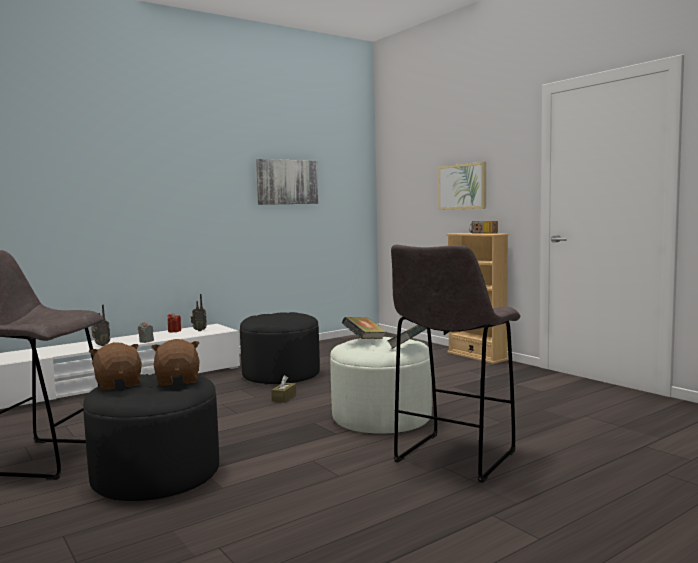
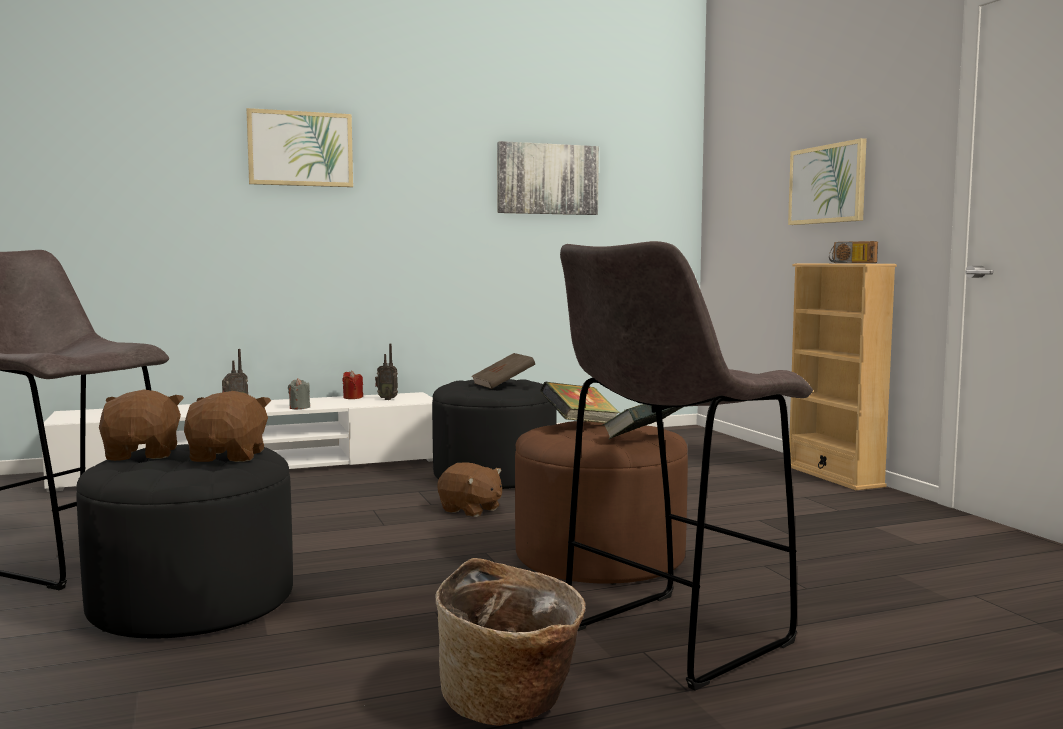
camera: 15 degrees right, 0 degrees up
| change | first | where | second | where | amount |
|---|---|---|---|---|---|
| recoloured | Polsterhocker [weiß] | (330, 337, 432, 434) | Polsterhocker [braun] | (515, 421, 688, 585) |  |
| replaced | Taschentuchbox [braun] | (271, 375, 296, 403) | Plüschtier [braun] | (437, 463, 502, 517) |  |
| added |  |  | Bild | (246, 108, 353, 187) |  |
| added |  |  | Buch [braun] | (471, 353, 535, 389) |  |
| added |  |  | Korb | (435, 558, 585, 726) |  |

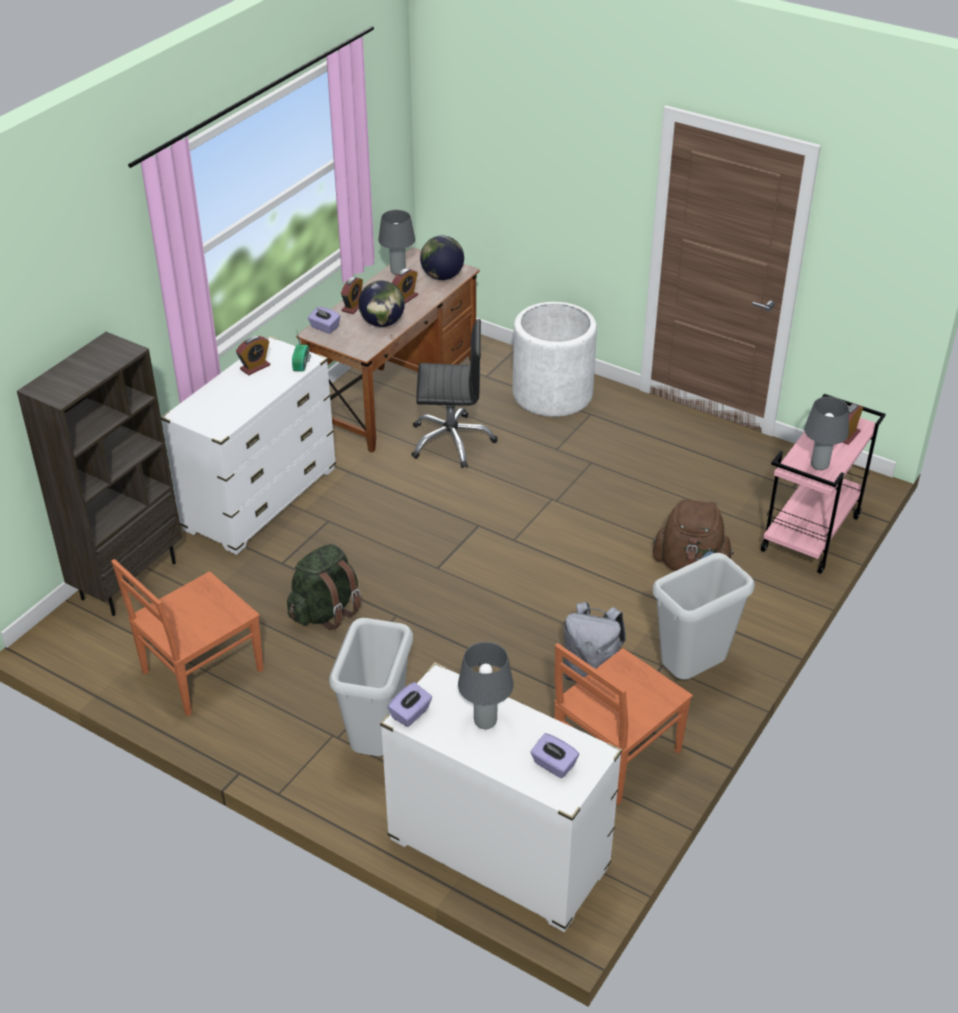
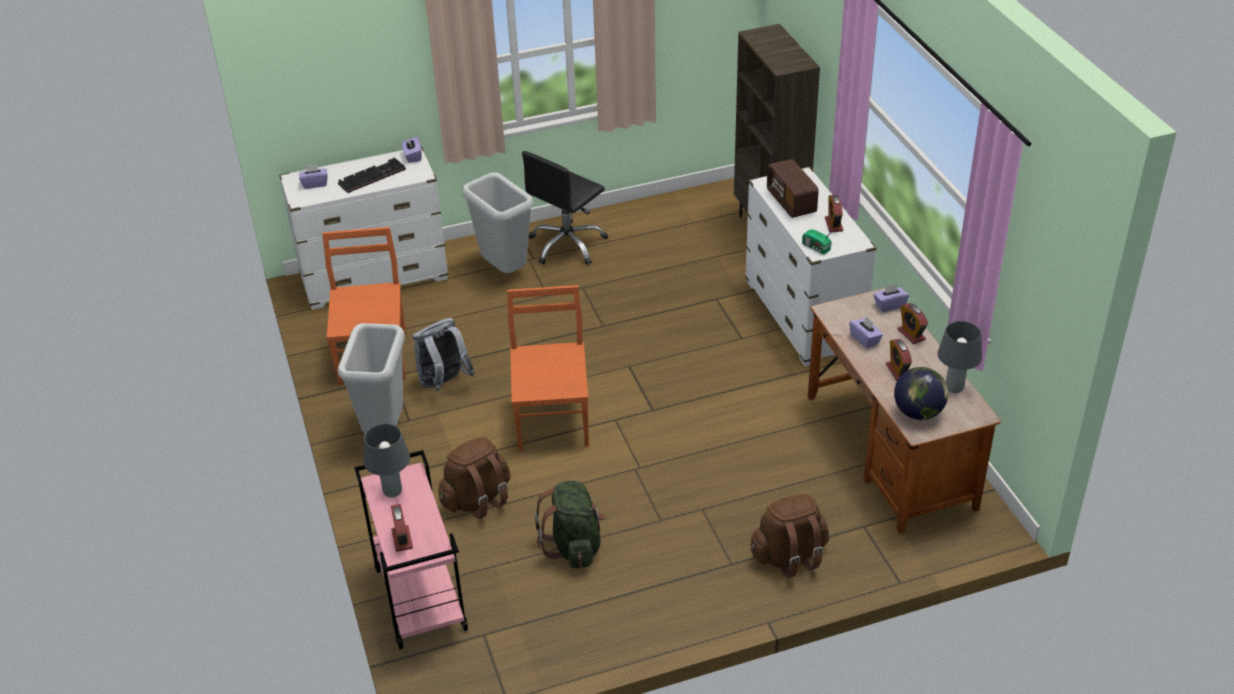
camera: 130 degrees right, 0 degrees up
| change | first | where | second | where | amount |
|---|---|---|---|---|---|
| replaced | Globus | (358, 280, 405, 327) | Taschentuchbox [lila] | (849, 316, 883, 348) |  |
| replaced | Pflanzkübel [weiß] | (513, 302, 597, 417) | Rucksack [braun] | (750, 494, 829, 578) |  |
| moved | Bürostuhl [schwarz] | (411, 319, 498, 468) |  | (522, 151, 608, 265) |  |
| moved | Rucksack [grün] | (287, 544, 361, 630) |  | (535, 481, 606, 568) |  |
| moved | Stuhl [orange] | (111, 559, 264, 716) |  | (507, 285, 589, 451) |  |
| replaced | Tischlampe [grau] | (458, 642, 514, 729) | Tastatur | (338, 157, 406, 193) |  |
| added |  |  | Radio | (767, 159, 819, 218) |  |

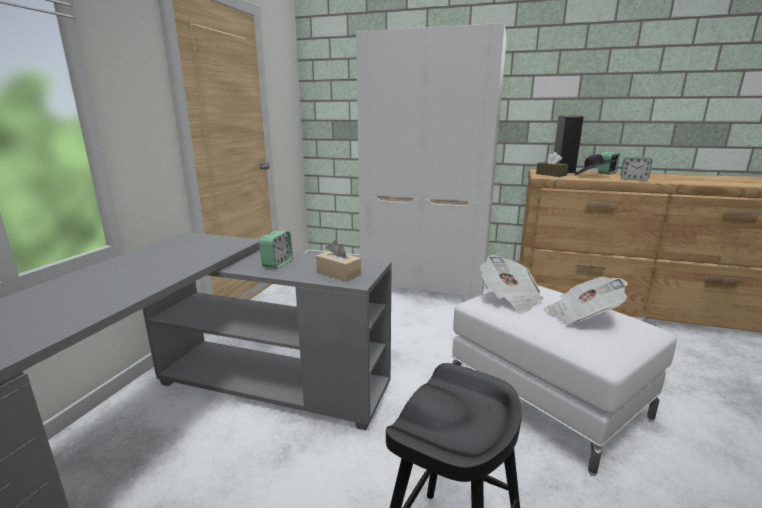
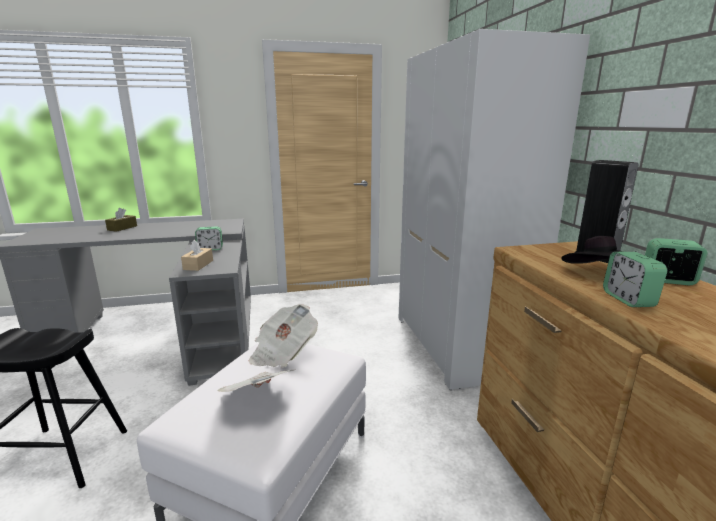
camera: 60 degrees right, 0 degrees up
| change | first | where | second | where | amount |
|---|---|---|---|---|---|
| moved | Taschentuchbox [braun] | (536, 152, 568, 177) |  | (105, 208, 137, 232) |  |

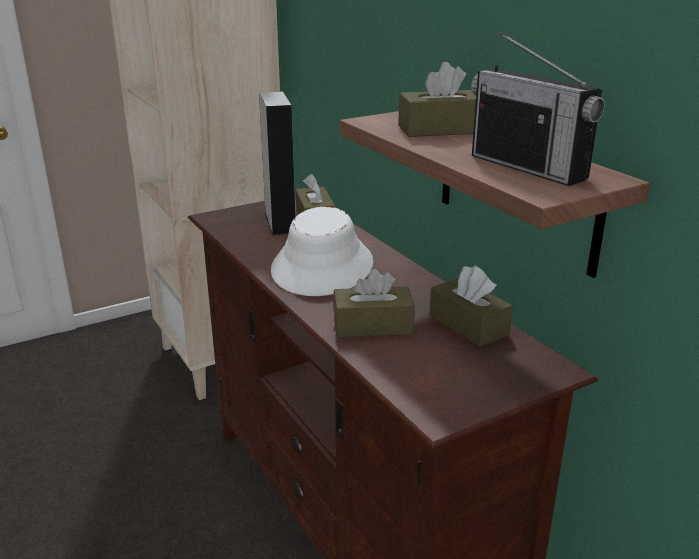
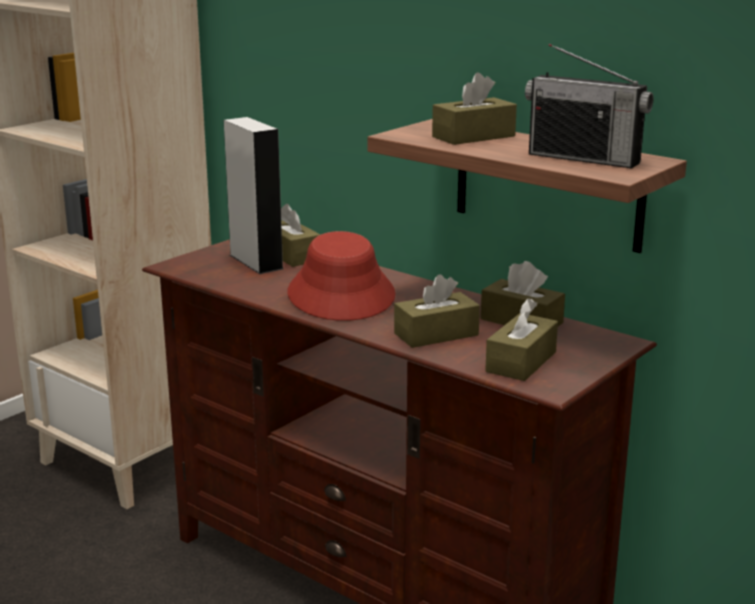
camera: 20 degrees left, 5 degrees down
| change | first | where | second | where | amount |
|---|---|---|---|---|---|
| recoloured | Hut [weiß] | (271, 207, 373, 296) | Hut [rot] | (288, 231, 396, 321) |  |
| added |  |  | Taschentuchbox [braun] | (485, 298, 558, 381) |  |

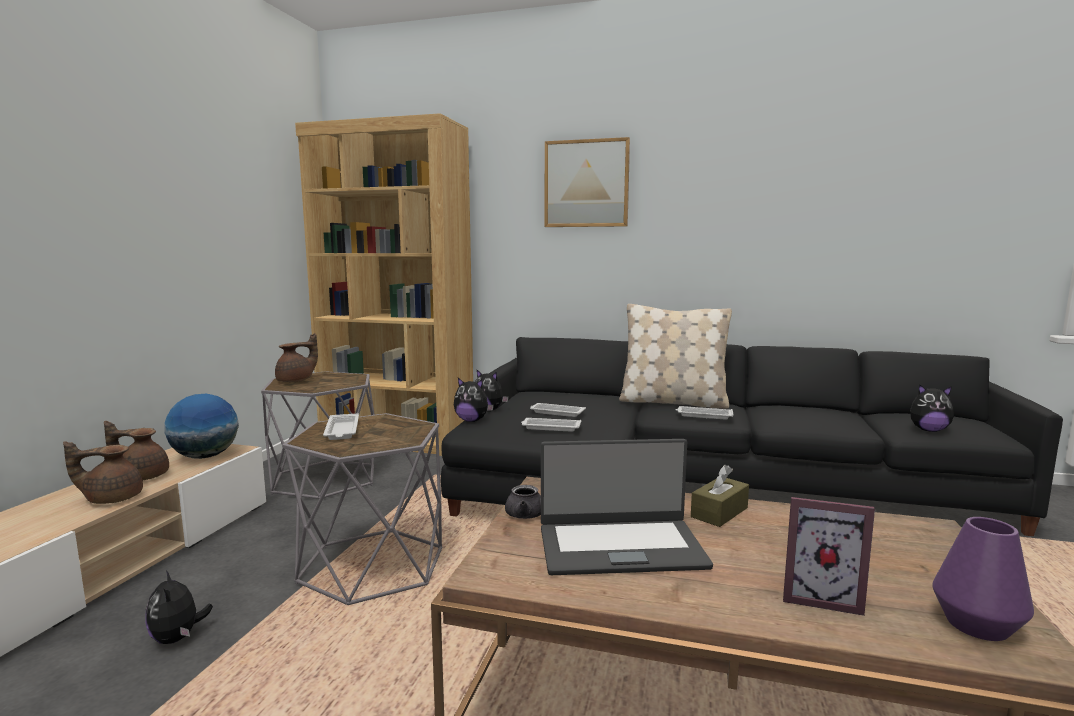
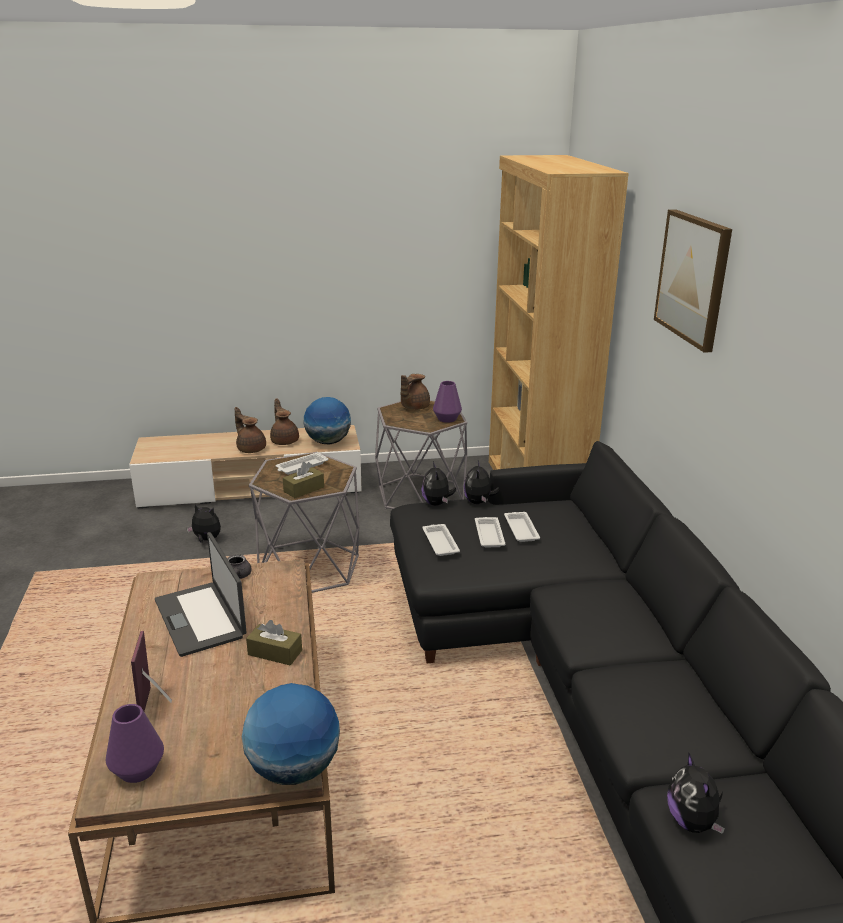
camera: 65 degrees right, 15 degrees up
| change | first | where | second | where | amount |
|---|---|---|---|---|---|
| removed | Kissen [beige] | (619, 304, 732, 409) |  |  |  |
| turned | Teekanne [braun] | (275, 333, 318, 382) |  | (401, 374, 430, 410) | 105 degrees clockwise |
| moved | Tablett [weiß] | (676, 406, 734, 419) |  | (504, 512, 540, 542) |  |
| turned | Plüschtier | (145, 570, 213, 644) |  | (187, 504, 221, 542) | 75 degrees clockwise |
| added |  |  | Vase [lila] | (433, 381, 462, 423) |  |
| added |  |  | Taschentuchbox [braun] | (283, 462, 324, 498) |  |
| added |  |  | Globus | (242, 683, 340, 785) |  |

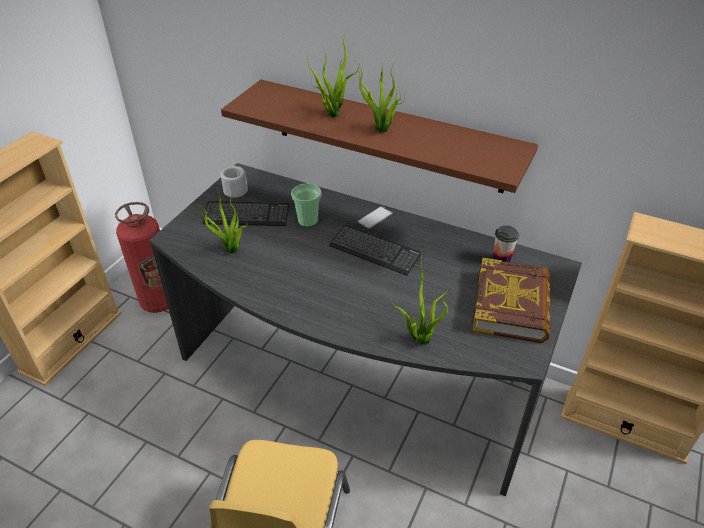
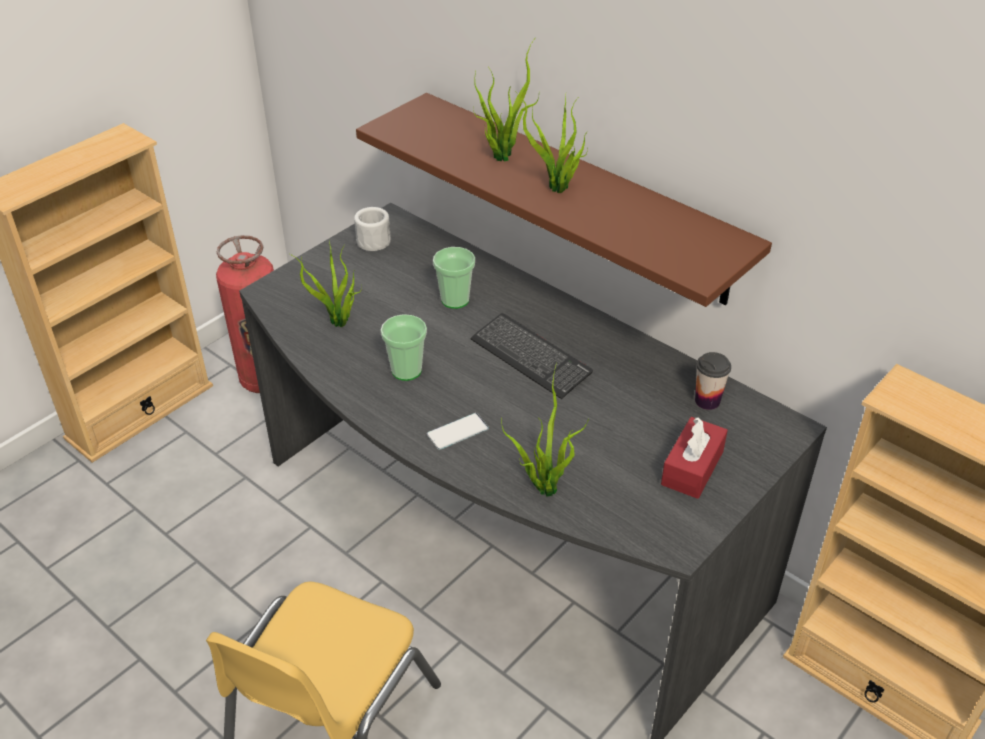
camera: 15 degrees right, 0 degrees up
| change | first | where | second | where | amount |
|---|---|---|---|---|---|
| removed | Tastatur | (202, 201, 289, 226) |  |  |  |
| moved | Handy | (358, 206, 393, 229) |  | (427, 413, 489, 450) |  |
| replaced | Buch | (472, 258, 551, 343) | Taschentuchbox [rot] | (661, 417, 728, 499) |  |
| added |  |  | Tasse | (381, 314, 427, 381) |  |

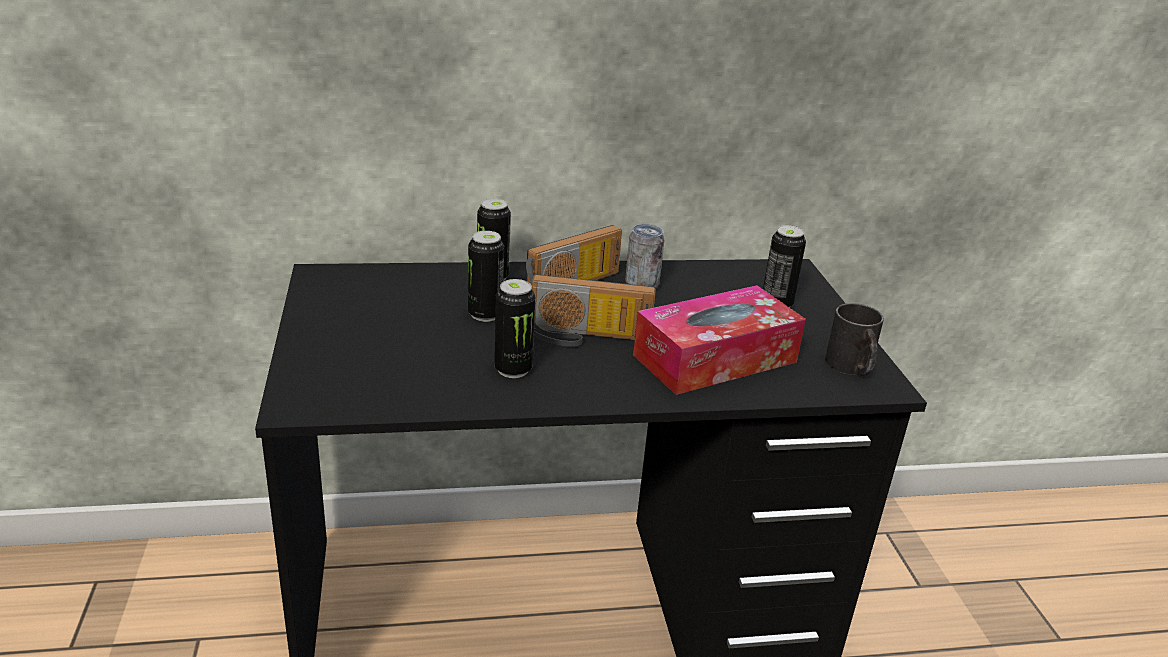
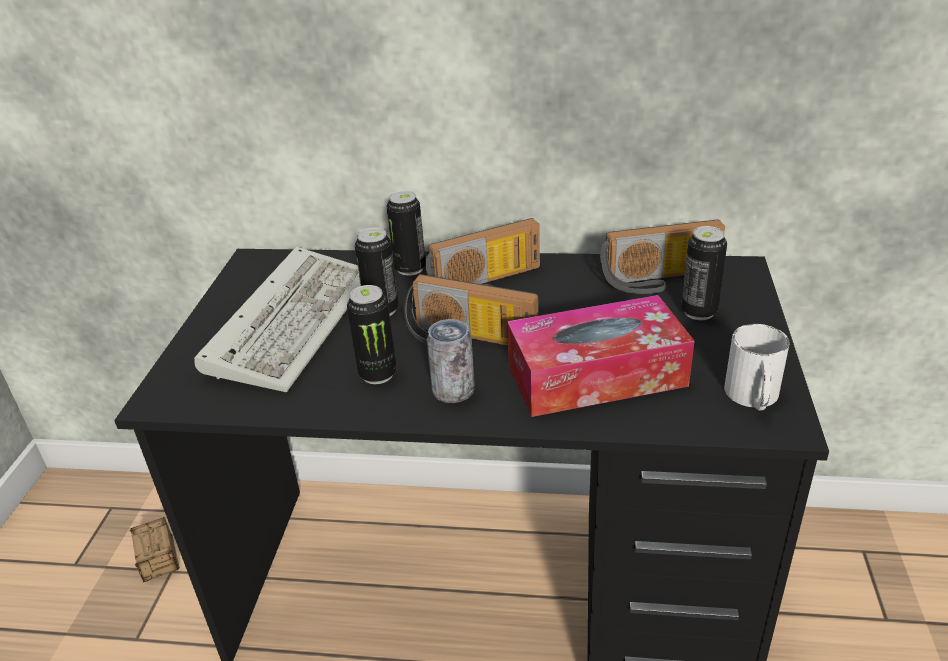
camera: 20 degrees right, 5 degrees up
| change | first | where | second | where | amount |
|---|---|---|---|---|---|
| moved | Dose | (625, 224, 665, 289) |  | (426, 319, 475, 403) |  |
| recoloured | Henkelbecher [schwarz] | (825, 303, 884, 376) | Henkelbecher [weiß] | (724, 324, 790, 410) |  |
| added |  |  | Radio | (600, 220, 725, 294) |  |
| added |  |  | Tastatur | (194, 247, 361, 392) |  |
| added |  |  | Aufbewahrungsbox | (130, 517, 180, 582) |  |

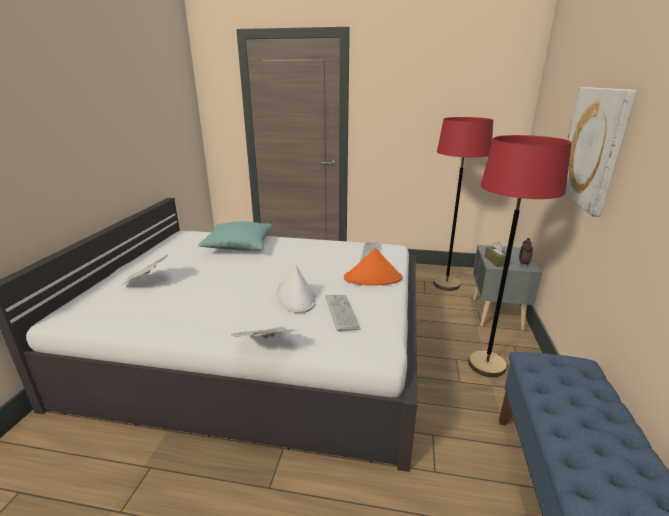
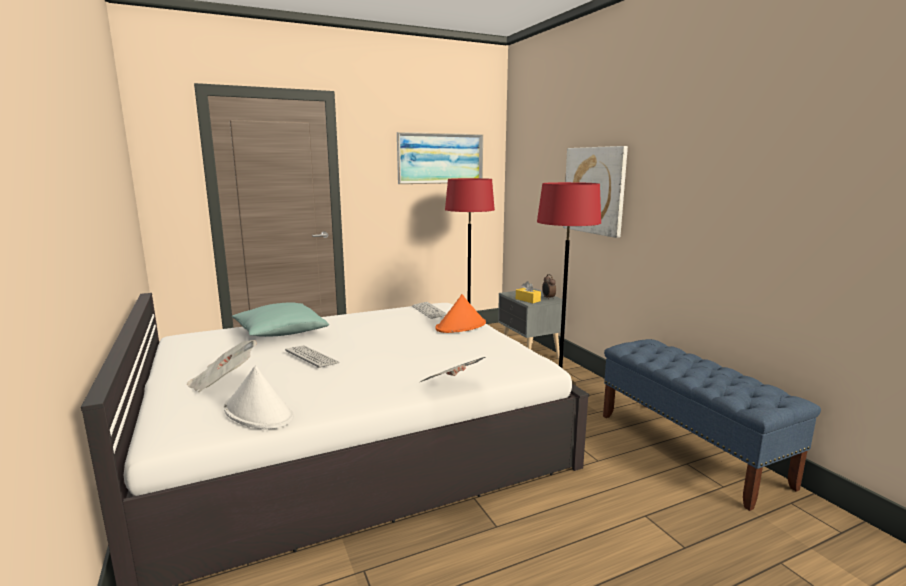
camera: 35 degrees left, 10 degrees down
| change | first | where | second | where | amount |
|---|---|---|---|---|---|
| recoloured | Taschentuchbox [braun] | (484, 241, 511, 267) | Taschentuchbox [gelb] | (516, 281, 541, 303) |  |
| moved | Hut [weiß] | (276, 264, 315, 313) |  | (224, 365, 294, 429) |  |
| moved | Tastatur | (325, 295, 361, 331) |  | (285, 345, 340, 368) |  |
| added |  |  | Bild | (397, 132, 483, 184) |  |

